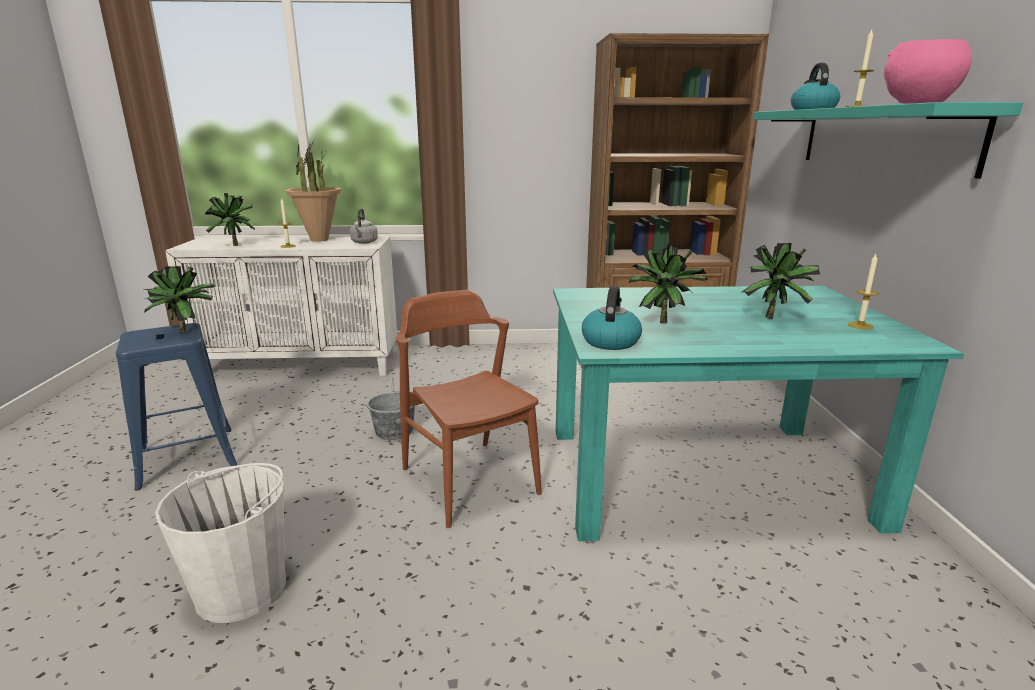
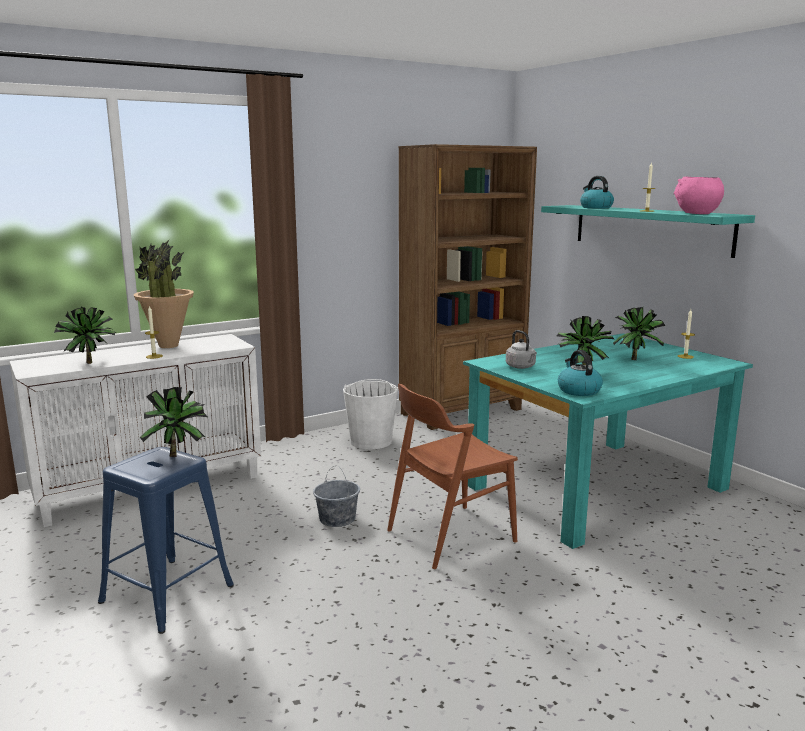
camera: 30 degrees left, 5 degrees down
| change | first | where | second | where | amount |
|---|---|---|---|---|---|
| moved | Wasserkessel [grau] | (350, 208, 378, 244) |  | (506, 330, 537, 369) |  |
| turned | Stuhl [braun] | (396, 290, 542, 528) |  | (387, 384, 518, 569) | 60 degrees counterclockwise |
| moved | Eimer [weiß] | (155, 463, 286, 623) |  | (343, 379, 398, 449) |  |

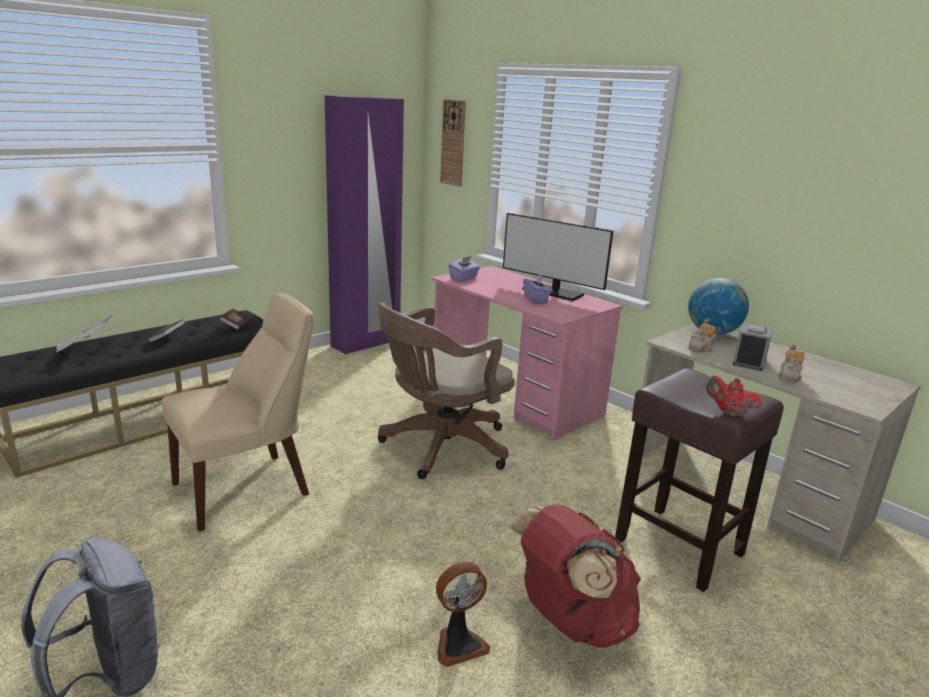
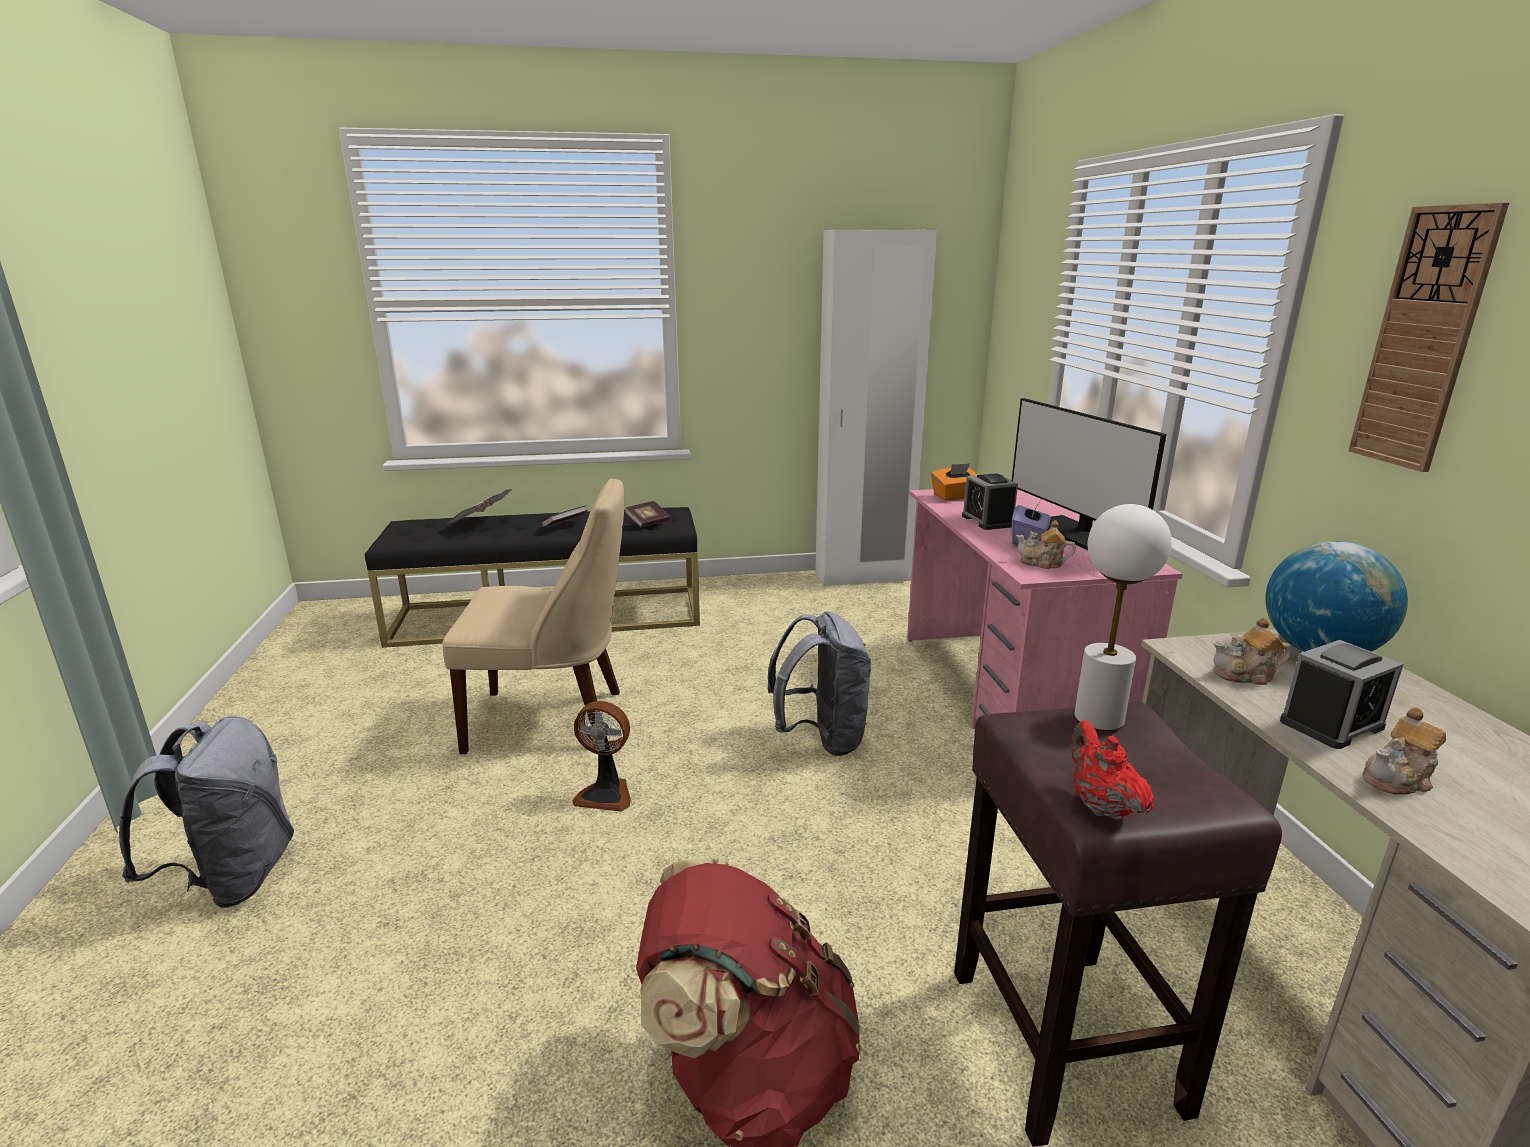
camera: 35 degrees right, 0 degrees up
| change | first | where | second | where | amount |
|---|---|---|---|---|---|
| recoloured | Kleiderschrank [lila] | (324, 95, 404, 354) | Kleiderschrank [weiß] | (815, 230, 937, 586) |  |
| moved | Wanduhr | (440, 99, 466, 186) |  | (1348, 202, 1509, 472) |  |
| recoloured | Taschentuchbox [lila] | (449, 256, 480, 281) | Taschentuchbox [orange] | (931, 463, 977, 501) |  |
| replaced | Bürostuhl [braun] | (378, 303, 515, 479) | Rucksack [grau] | (767, 611, 871, 756) |  |
| moved | Ventilator | (436, 562, 490, 667) |  | (572, 701, 631, 812) |  |
| added |  |  | Wecker | (962, 473, 1018, 530) |  |
| added |  |  | Tischlampe [weiß] | (1074, 504, 1172, 730) |  |
| added |  |  | Teekanne | (1016, 520, 1076, 569) |  |

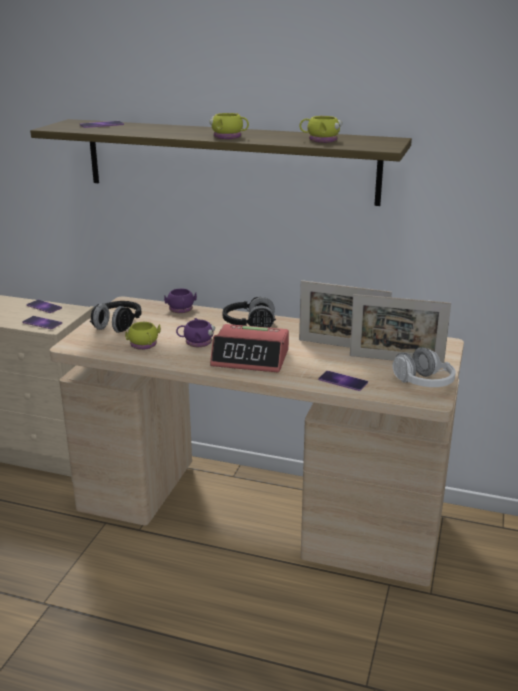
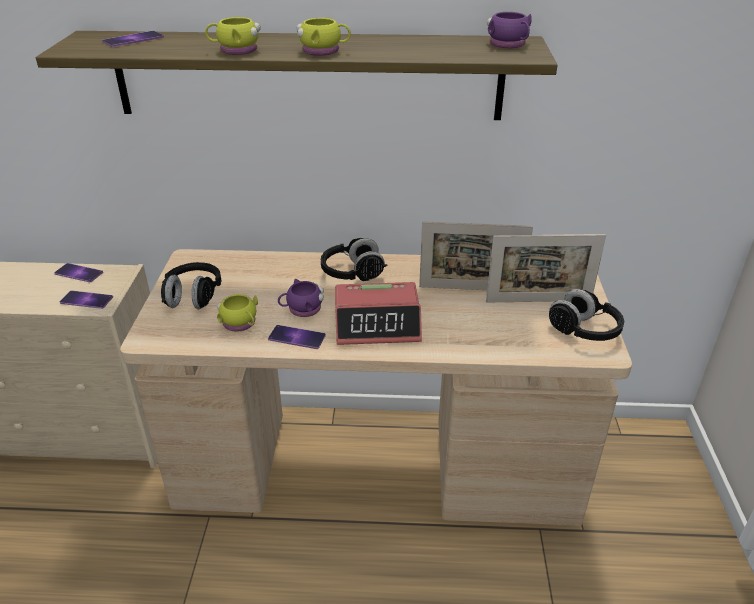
camera: 15 degrees left, 10 degrees up
| change | first | where | second | where | amount |
|---|---|---|---|---|---|
| moved | Henkelbecher [gelb] | (299, 116, 342, 143) |  | (205, 16, 261, 55) |  |
| moved | Henkelbecher [lila] | (164, 289, 197, 313) |  | (487, 12, 532, 48) |  |
| recoloured | Kopfhörer [weiß] | (393, 347, 456, 387) | Kopfhörer [schwarz] | (549, 289, 624, 341) |  |
| moved | Handy | (318, 371, 368, 391) |  | (268, 325, 326, 349) |  |

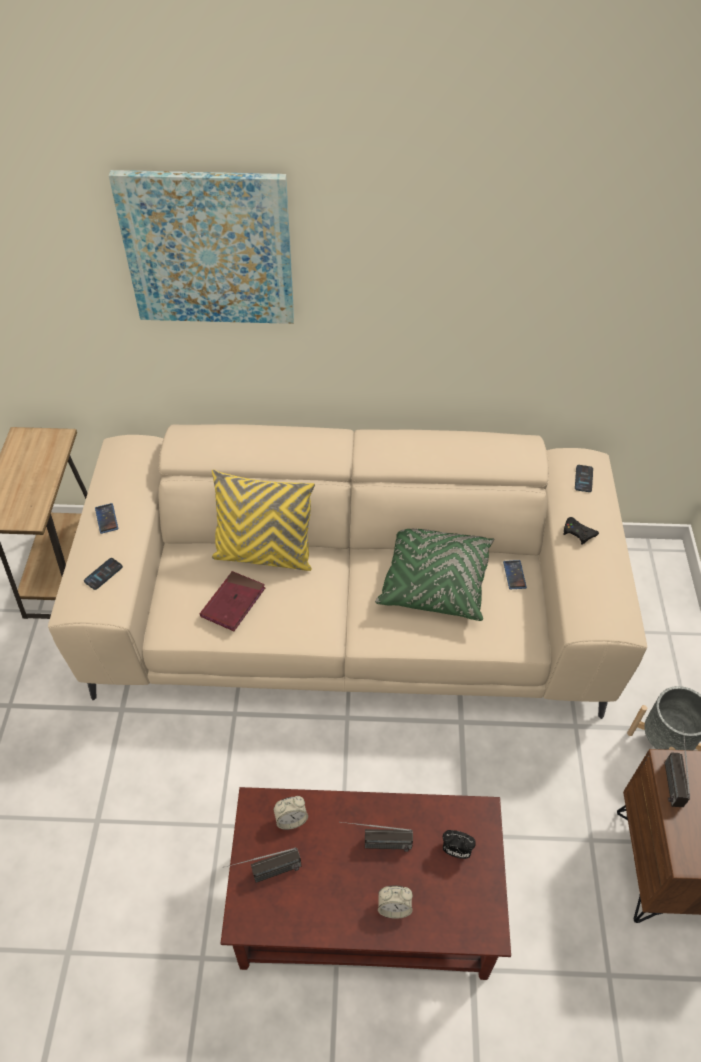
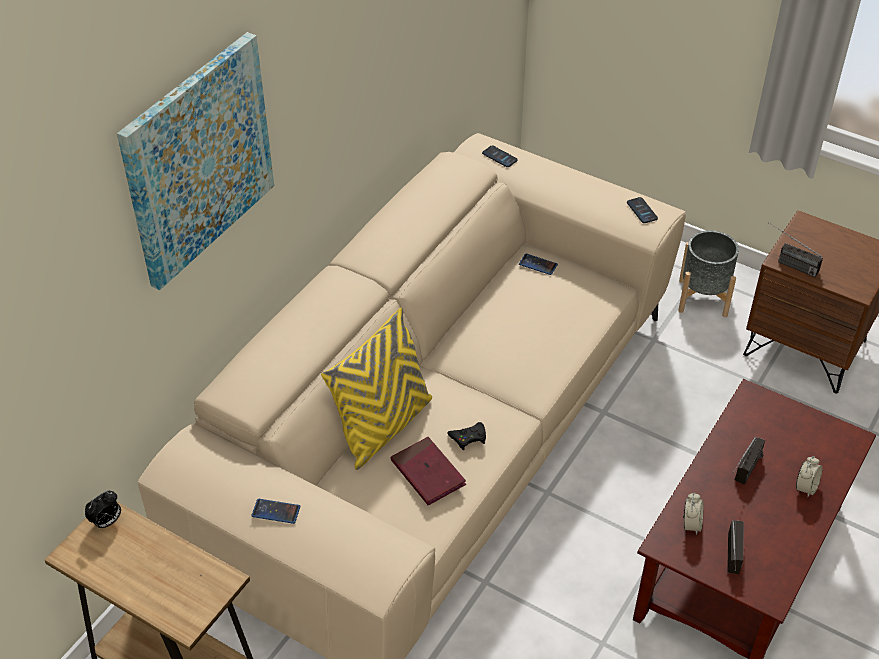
camera: 60 degrees left, 5 degrees down
| change | first | where | second | where | amount |
|---|---|---|---|---|---|
| moved | Gamepad [schwarz] | (564, 517, 599, 545) |  | (448, 422, 486, 450) |  |
| removed | Kissen [grün] | (375, 529, 494, 621) |  |  |  |
| moved | Handy | (84, 558, 123, 590) |  | (627, 197, 658, 223) |  |
| moved | Wecker | (443, 830, 476, 859) |  | (85, 491, 121, 530) |  |

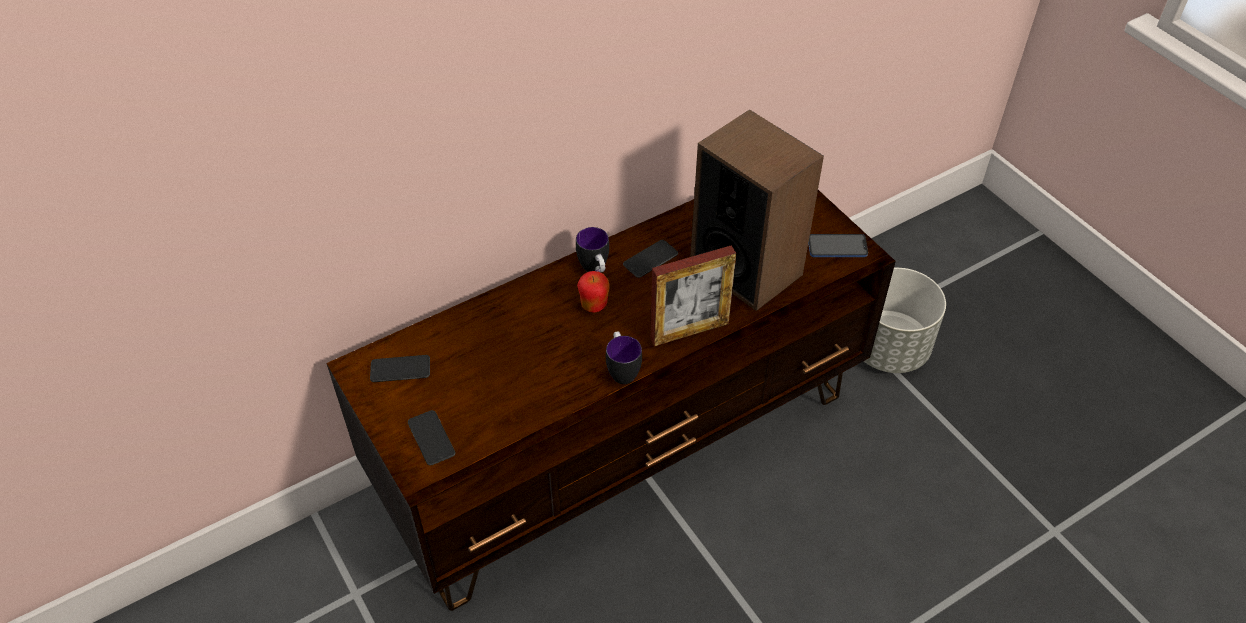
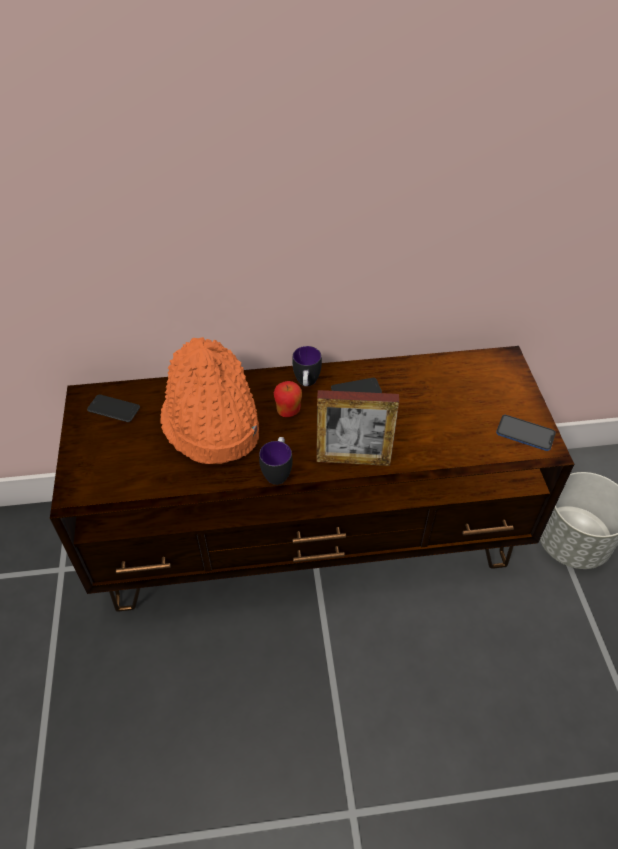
camera: 25 degrees right, 0 degrees up
| change | first | where | second | where | amount |
|---|---|---|---|---|---|
| removed | Lautsprecher | (690, 109, 824, 311) |  |  |  |
| removed | Handy | (408, 410, 456, 465) |  |  |  |
| added |  |  | Hut [orange] | (160, 337, 259, 464) |  |

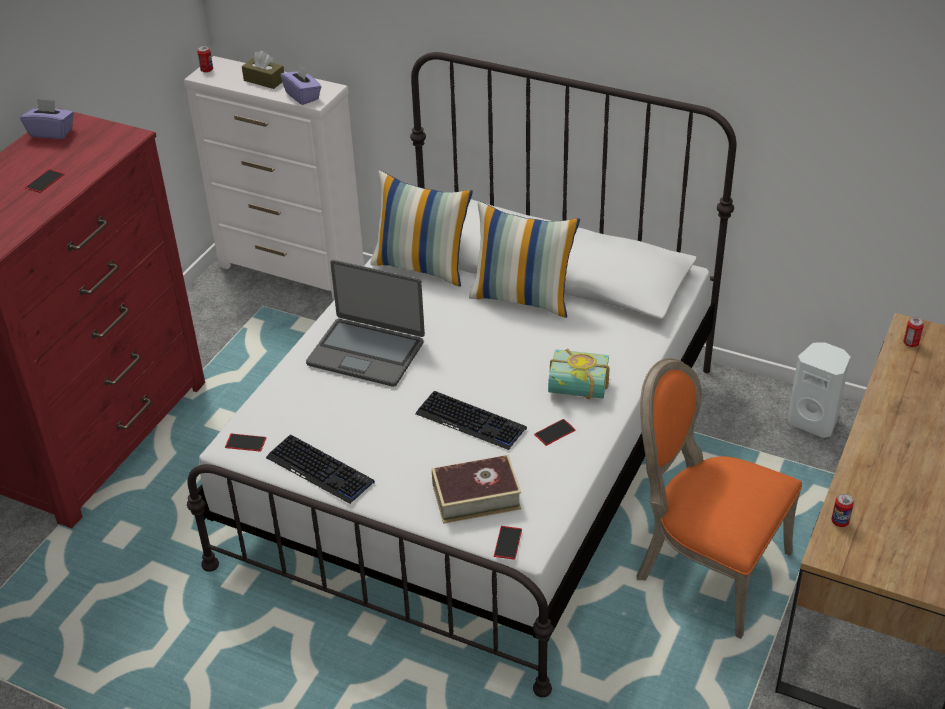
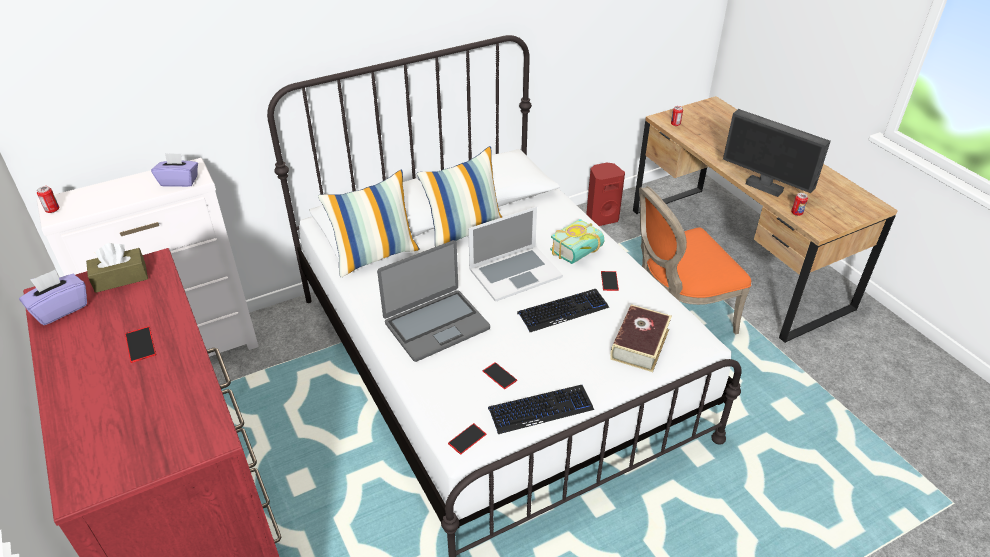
camera: 55 degrees left, 0 degrees up
| change | first | where | second | where | amount |
|---|---|---|---|---|---|
| moved | Taschentuchbox [braun] | (242, 51, 284, 89) |  | (86, 243, 148, 293) |  |
| recoloured | Lautsprecher [weiß] | (787, 342, 851, 438) | Lautsprecher [rot] | (586, 163, 625, 226) |  |
| moved | Handy | (494, 526, 522, 560) |  | (483, 362, 517, 389) |  |
| added |  |  | Monitor | (723, 109, 831, 197) |  |
| added |  |  | Laptop | (468, 206, 563, 302) |  |

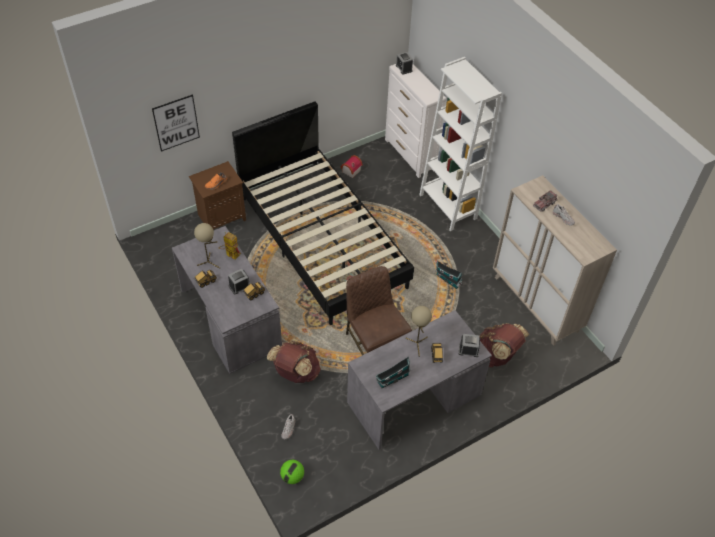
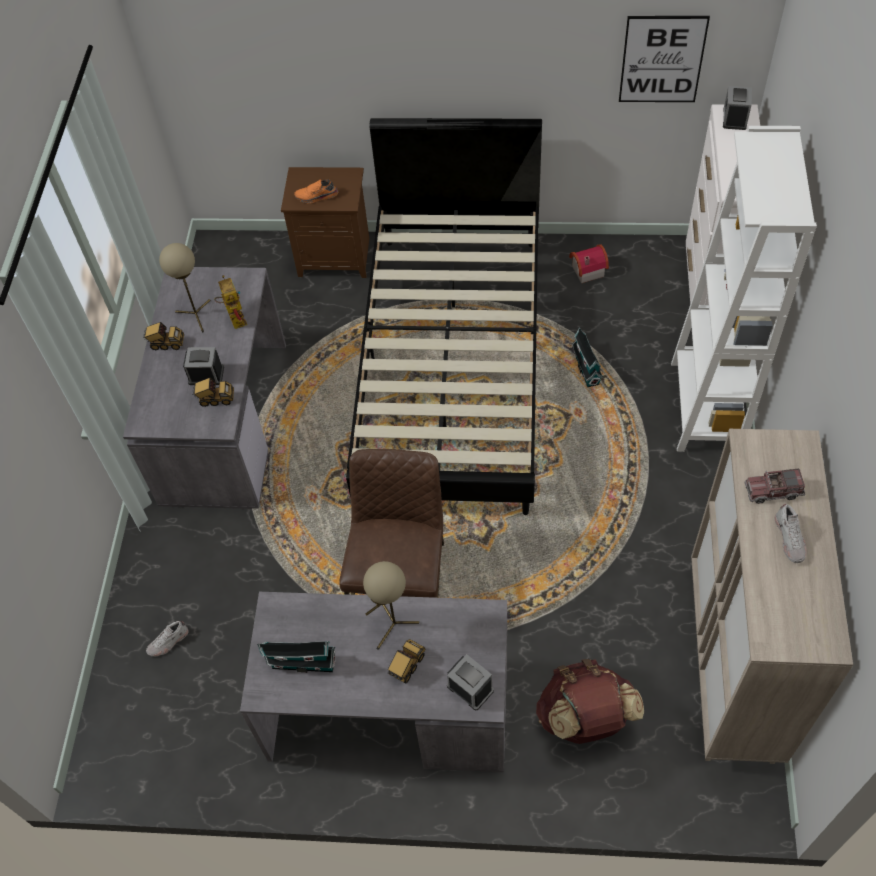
camera: 40 degrees right, 5 degrees up
| change | first | where | second | where | amount |
|---|---|---|---|---|---|
| moved | Bild | (152, 95, 200, 152) |  | (619, 16, 710, 102) |  |
| moved | Spielzeughaus | (436, 261, 463, 289) |  | (572, 327, 603, 387) |  |
| removed | Rucksack [braun] | (267, 341, 321, 383) |  |  |  |
| removed | Fußball | (280, 460, 304, 484) |  |  |  |

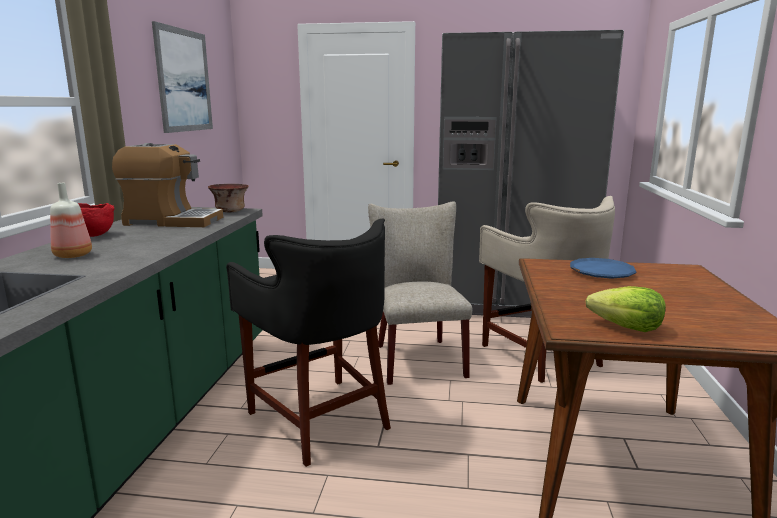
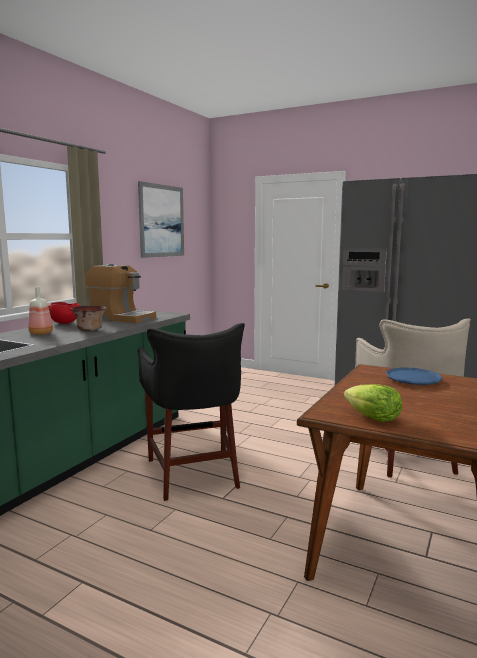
camera: 20 degrees right, 5 degrees down
| change | first | where | second | where | amount |
|---|---|---|---|---|---|
| moved | Schüssel | (208, 184, 249, 212) |  | (71, 306, 107, 331) |  |
| removed | Stuhl [beige] | (368, 201, 472, 385) |  |  |  |

